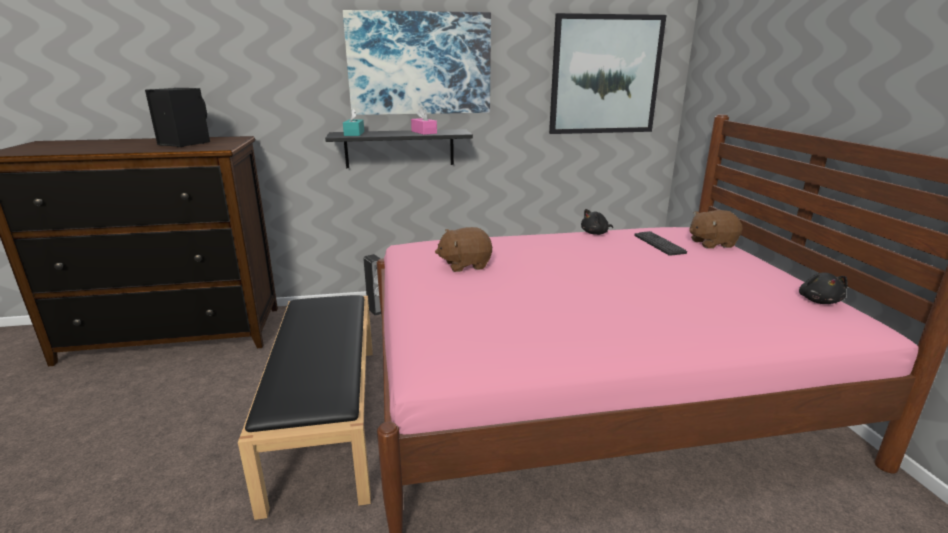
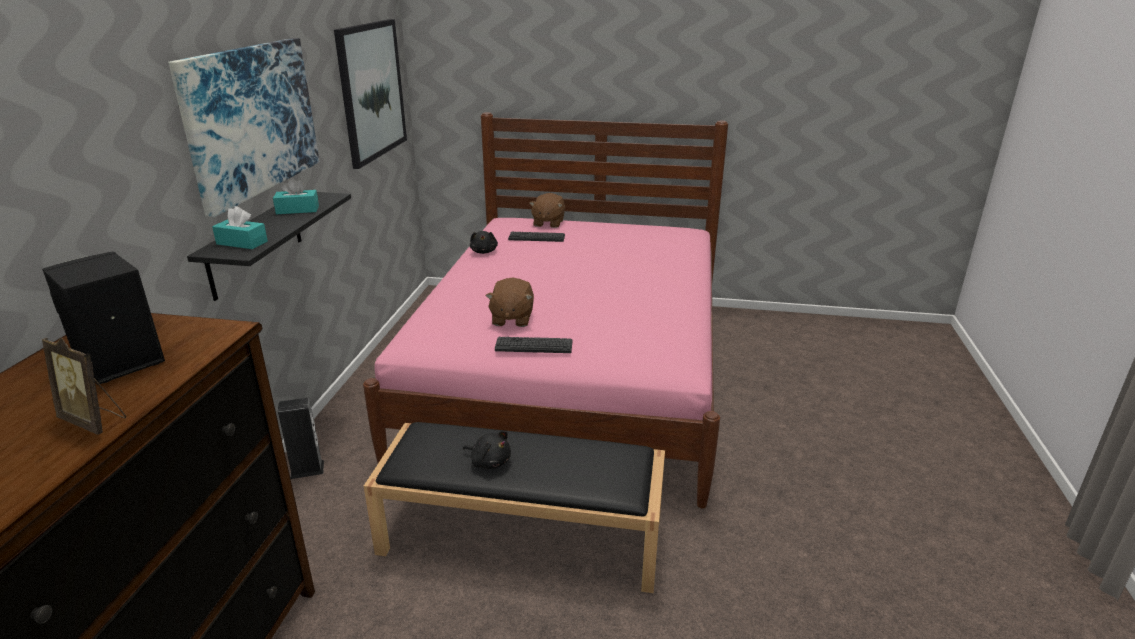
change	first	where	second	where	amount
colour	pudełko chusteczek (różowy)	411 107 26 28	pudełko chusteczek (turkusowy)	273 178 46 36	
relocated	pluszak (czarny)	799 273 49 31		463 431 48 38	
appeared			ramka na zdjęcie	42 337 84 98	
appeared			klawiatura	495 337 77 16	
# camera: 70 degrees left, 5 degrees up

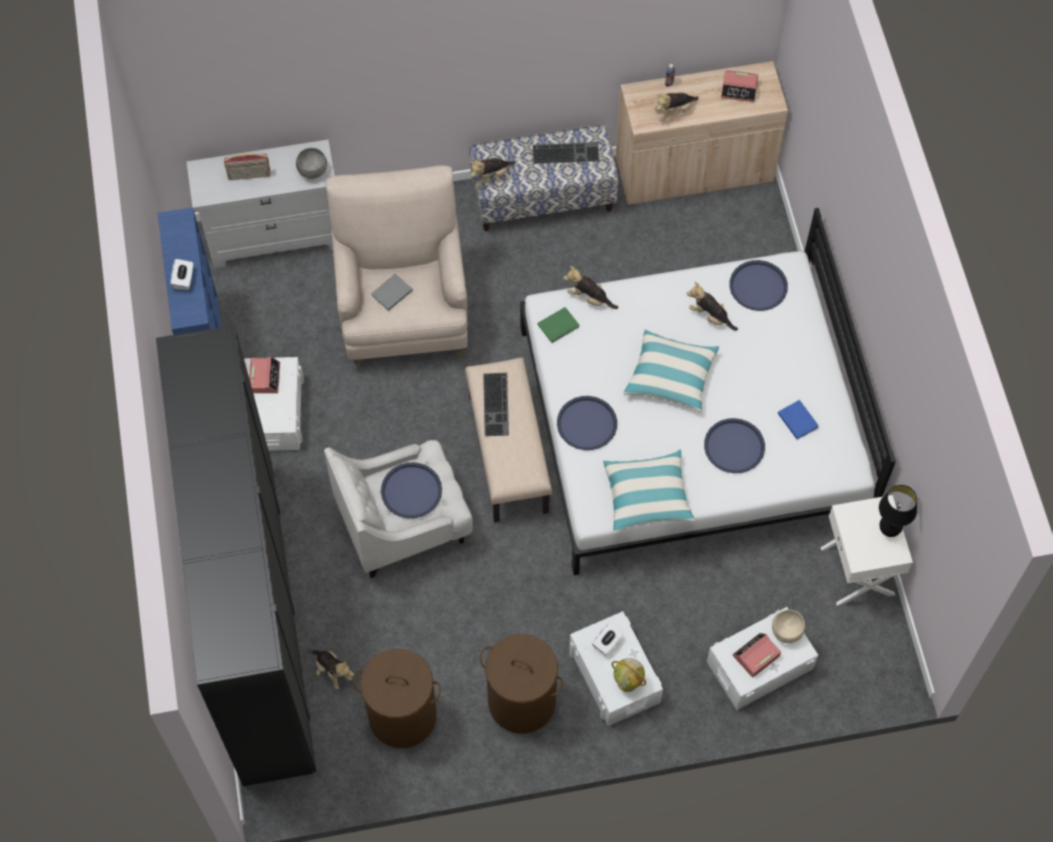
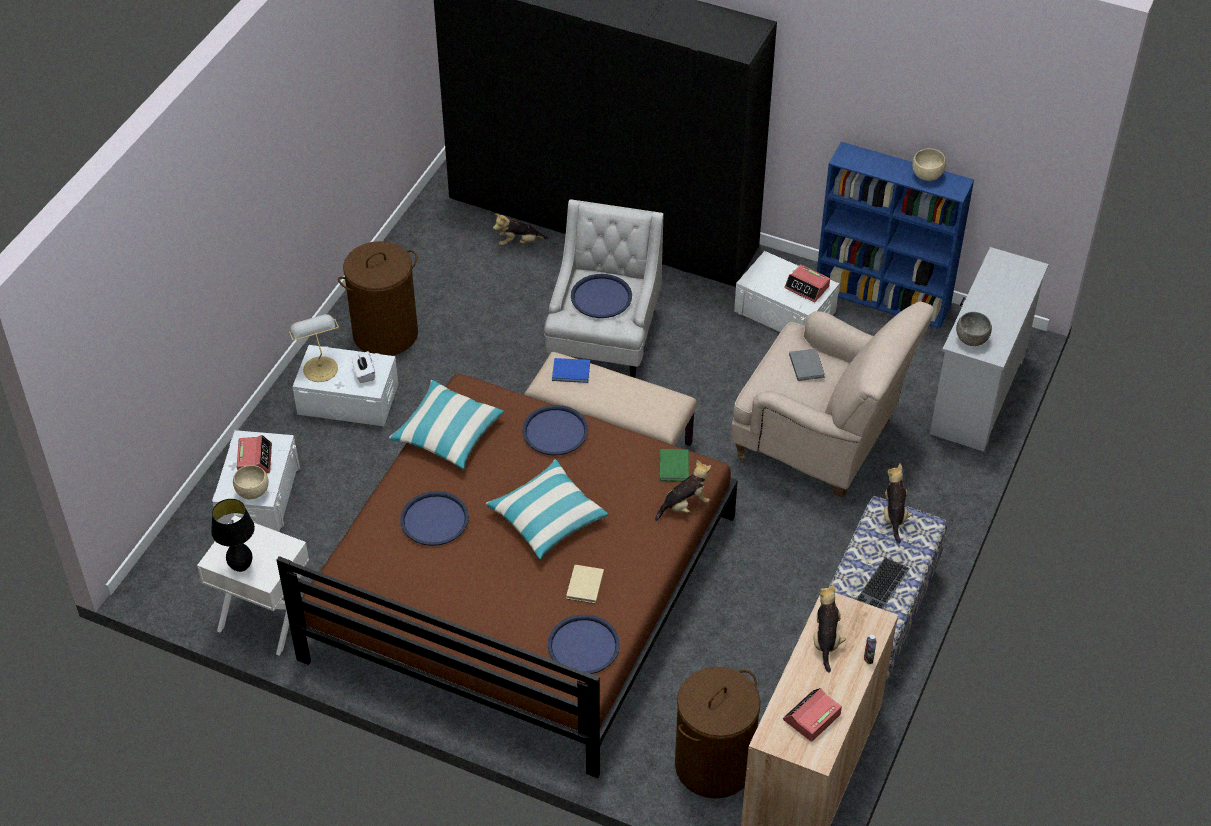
change	first	where	second	where	amount
missing	pudełko chusteczek (biały)	171 259 22 31			
missing	radio	224 153 46 27			
relocated	kosz na pranie (brązowy)	352 649 89 99		675 666 85 133	
missing	klawiatura	483 373 26 63			
colour	łóżko (biały)	520 208 376 367	łóżko (brązowy)	277 374 461 404	
exchanged	globus	611 658 35 34	lampa stołowa	289 314 50 68	
exchanged	pluszak	686 282 52 49	książka (beżowy)	566 565 38 39	
relocated	książka (niebieski)	778 400 41 39		552 358 38 25	
appeared			miska (beżowy)	912 148 34 33	
# camera: 125 degrees right, 15 degrees down

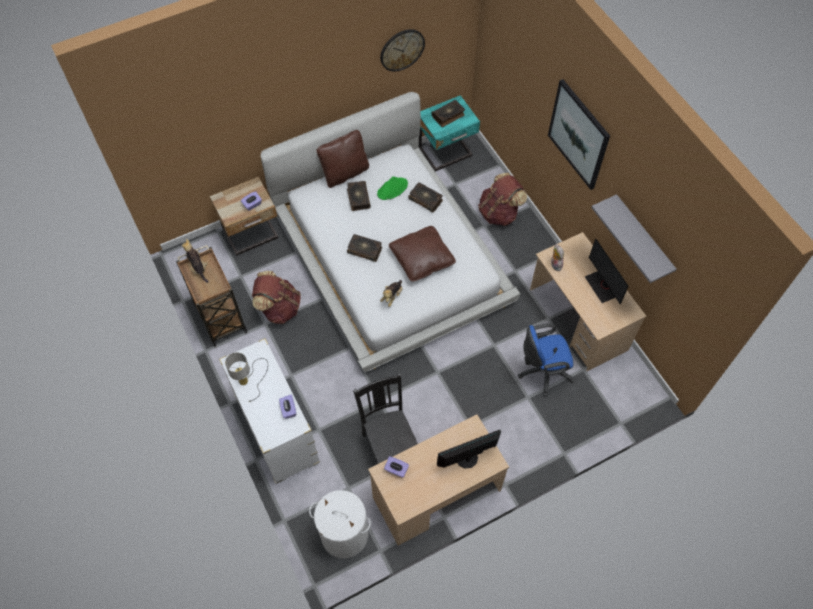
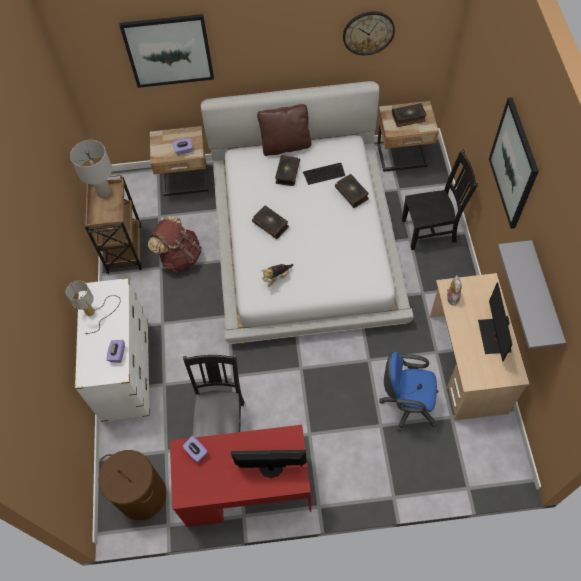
change	first	where	second	where	amount
exchanged	pluszak	182 239 27 44	lampa stołowa (szary)	70 140 42 58	
colour	kosz na pranie (biały)	309 490 62 68	kosz na pranie (brązowy)	98 450 69 70	
colour	biurko (beżowy)	368 414 141 132	biurko (czerwony)	170 425 141 102	
exchanged	kapelusz (zielony)	377 176 31 24	klawiatura	303 163 42 22	
missing	poduszka (brązowy)	389 226 67 56			
colour	szafka nocna (turkusowy)	419 95 61 77	szafka nocna (beżowy)	377 101 62 71	
exchanged	plecak (brązowy)	478 173 49 53	krzesło (czarny)	402 149 76 101	
appeared			obraz	119 14 95 74	
# camera: 25 degrees right, 0 degrees up

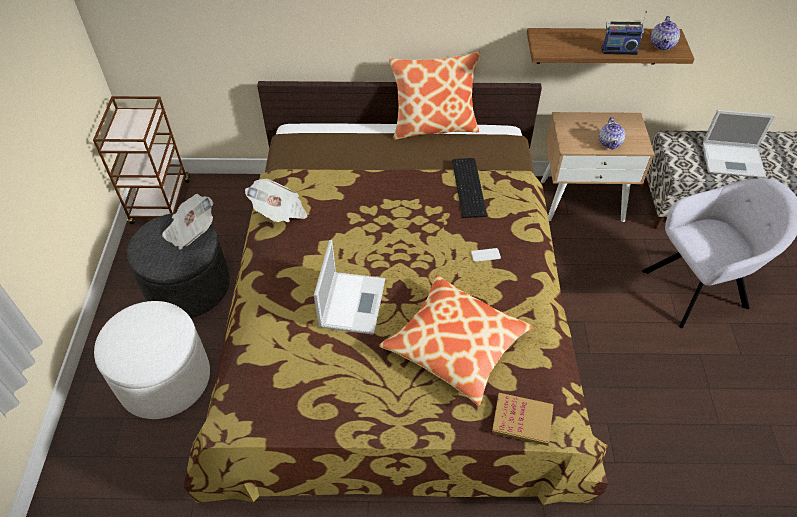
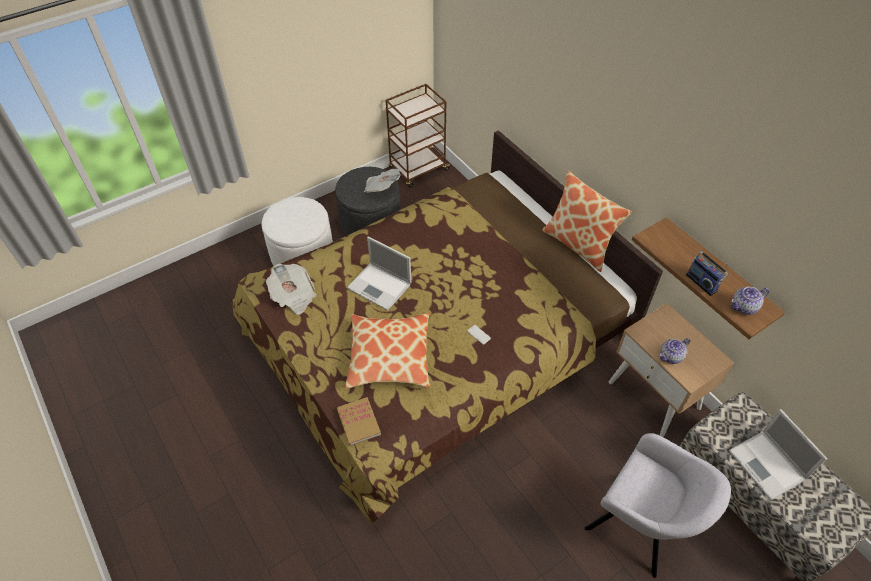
change	first	where	second	where	amount
relocated	gazeta	245 179 63 43		266 263 51 52	
spun	laptop	314 240 71 95		347 236 64 75	60 degrees clockwise
missing	klawiatura	452 158 35 60			
# camera: 55 degrees right, 0 degrees up

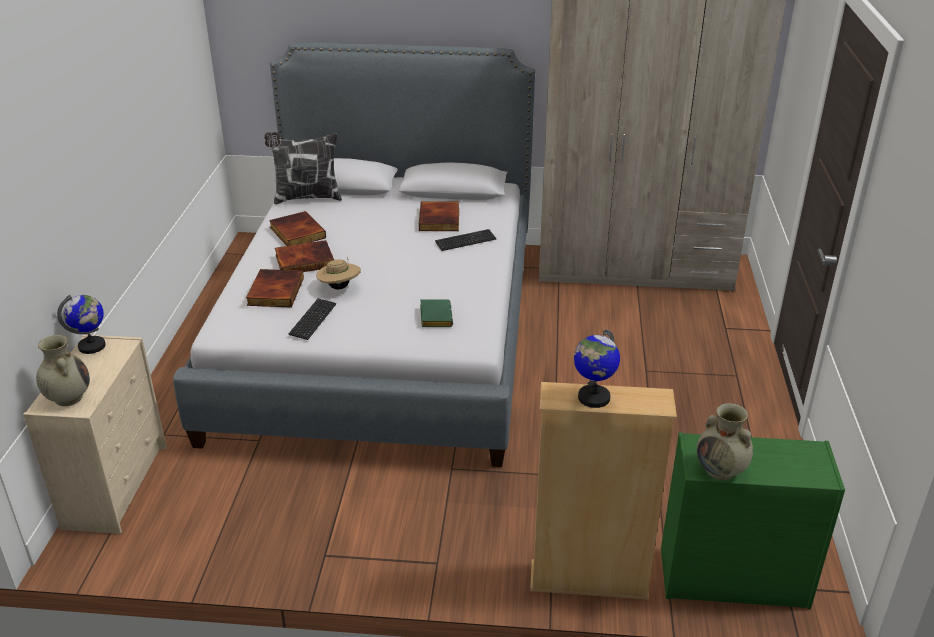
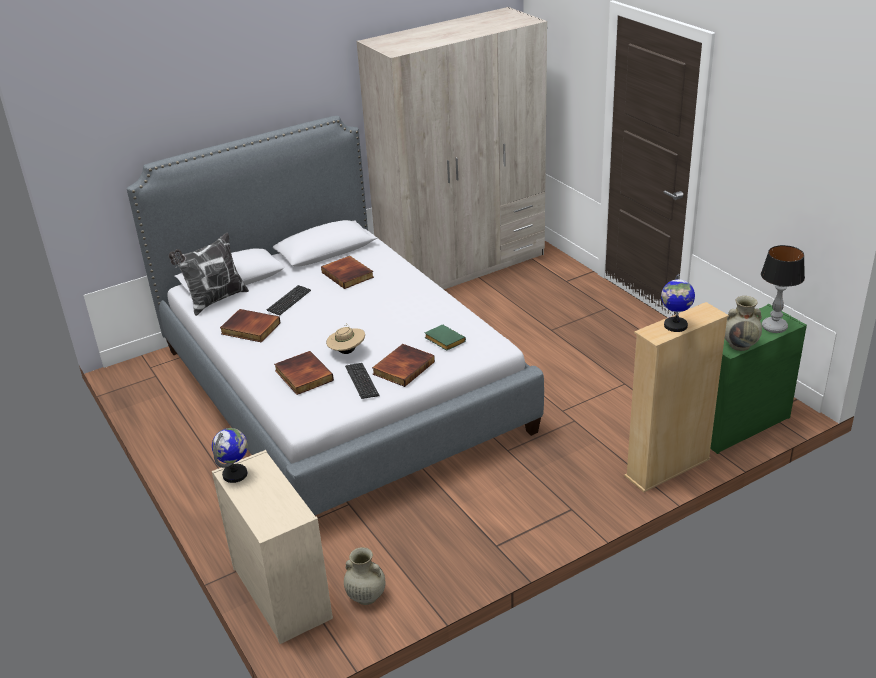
change	first	where	second	where	amount
relocated	wazon (beżowy)	36 335 54 71		344 547 42 58	
relocated	książka	275 240 59 32		372 344 63 43	
relocated	klawiatura	435 229 61 22		267 285 44 31	
appeared			lampa stołowa	761 245 44 88	
# camera: 35 degrees left, 0 degrees up

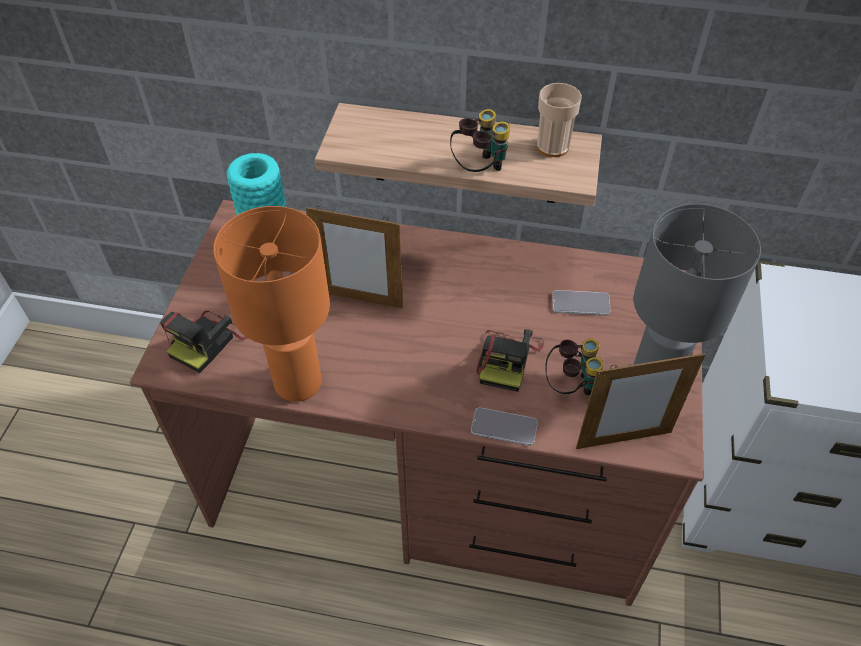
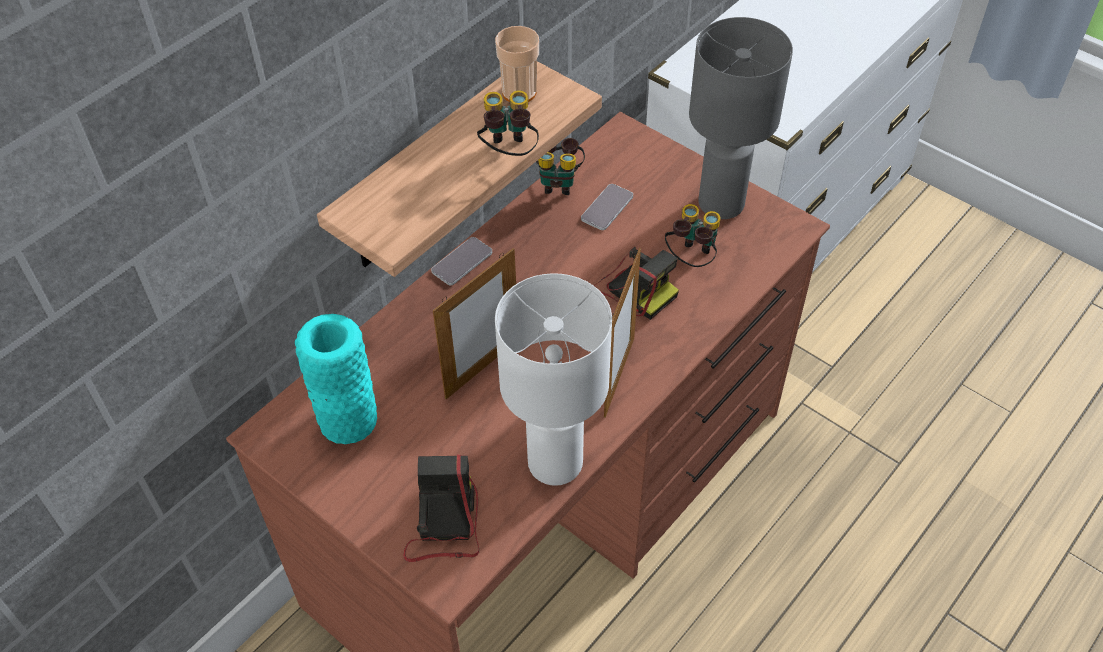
change	first	where	second	where	amount
spun	aparat fotograficzny	160 311 87 62		403 454 76 108	150 degrees counterclockwise
colour	lampa stołowa (pomarańczowy)	213 206 117 196	lampa stołowa (biały)	495 273 117 213	
relocated	telefon	471 408 67 38		431 237 61 48	
relocated	ramka na zdjęcie	576 352 130 97		604 248 37 170	
appeared			lornetka	536 138 49 57	
# camera: 60 degrees left, 0 degrees up

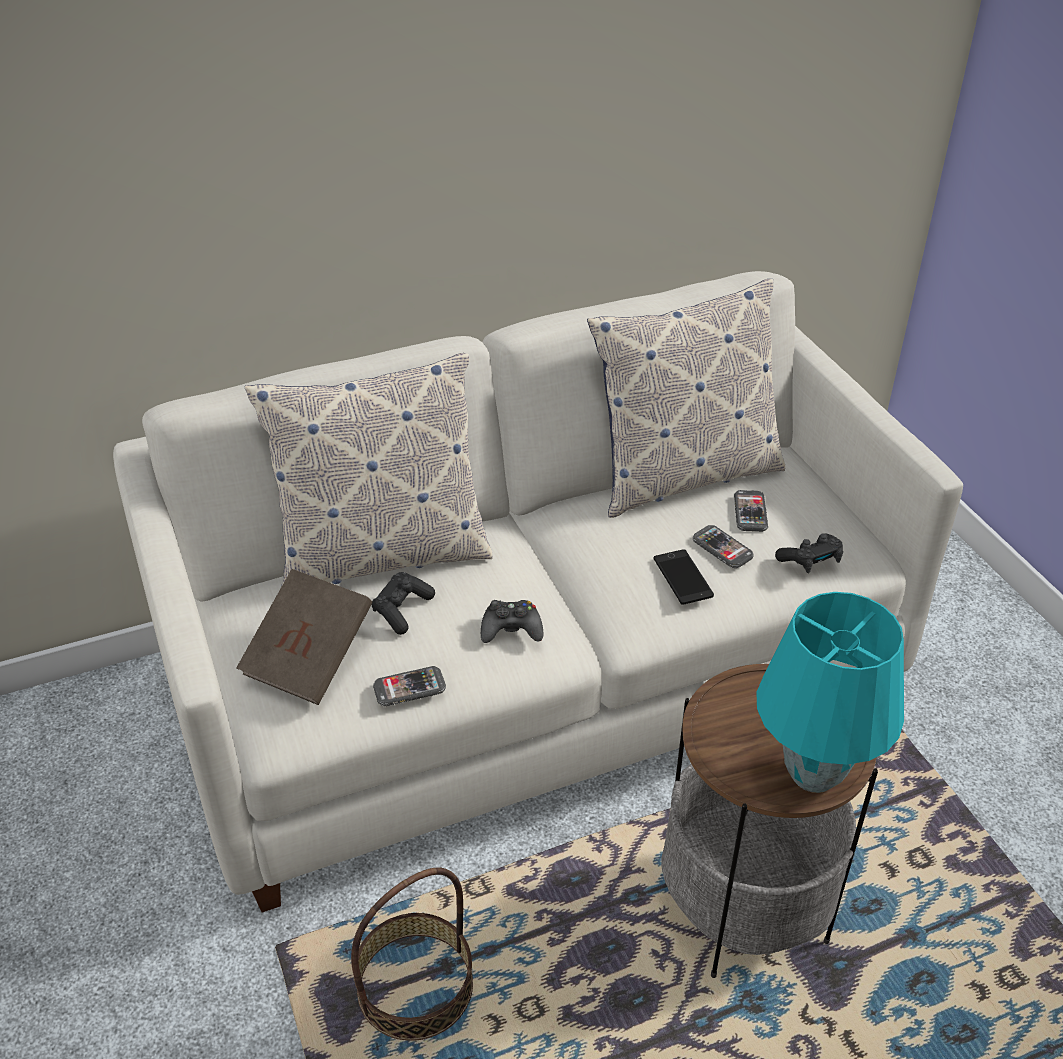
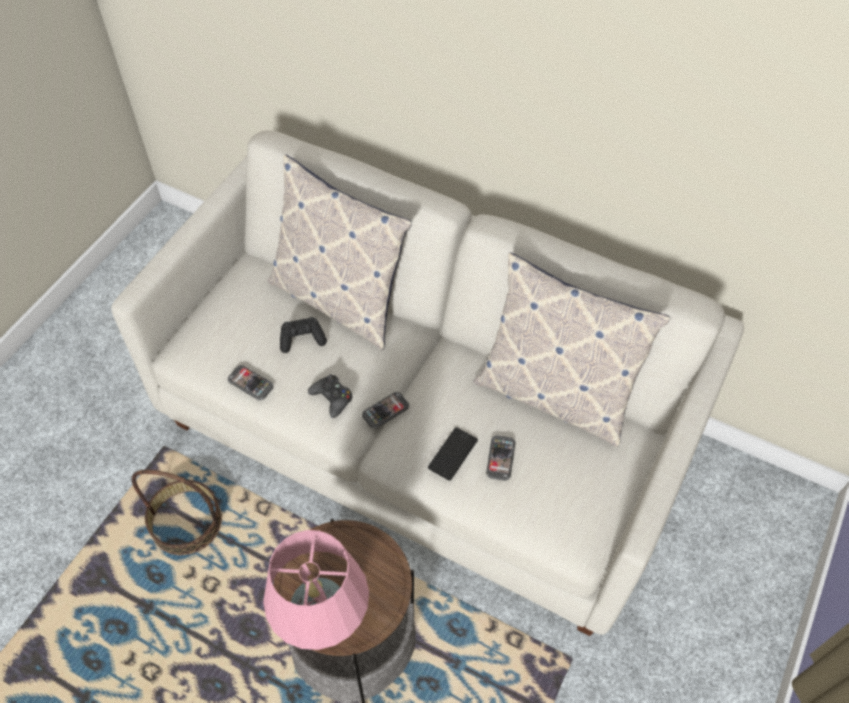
change	first	where	second	where	amount
missing	książka (brązowy)	236 569 136 136			
relocated	telefon	734 490 34 42		362 392 47 37	
colour	lampa stołowa (turkusowy)	756 592 148 201	lampa stołowa (różowy)	263 530 106 120	
missing	pad do gier (czarny)	775 533 68 40			
# camera: 50 degrees right, 15 degrees up

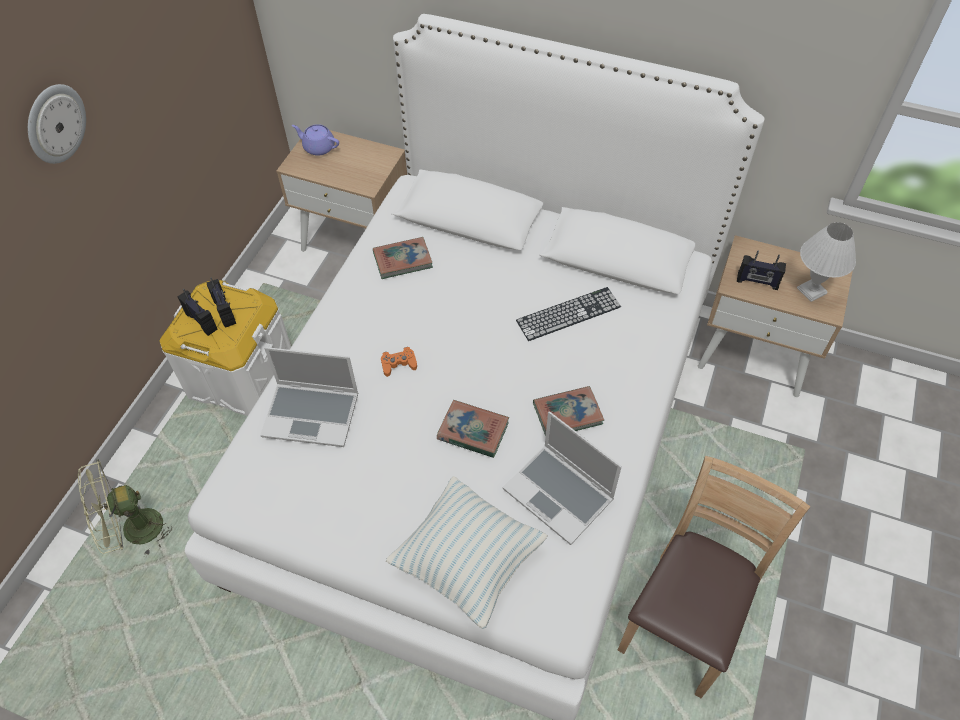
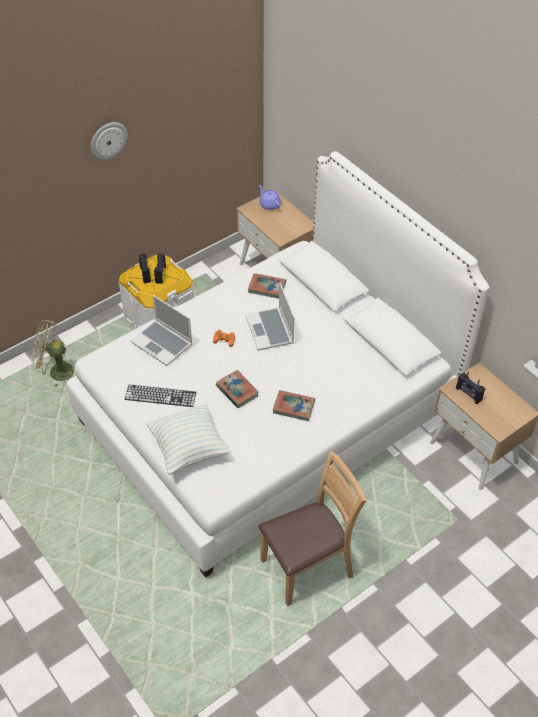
change	first	where	second	where	amount
relocated	laptop	502 411 120 134		245 282 49 69	
relocated	klawiatura	516 287 105 54		124 385 72 22	
missing	lampa stołowa (biały)	797 222 59 80			
# camera: 30 degrees right, 5 degrees down

